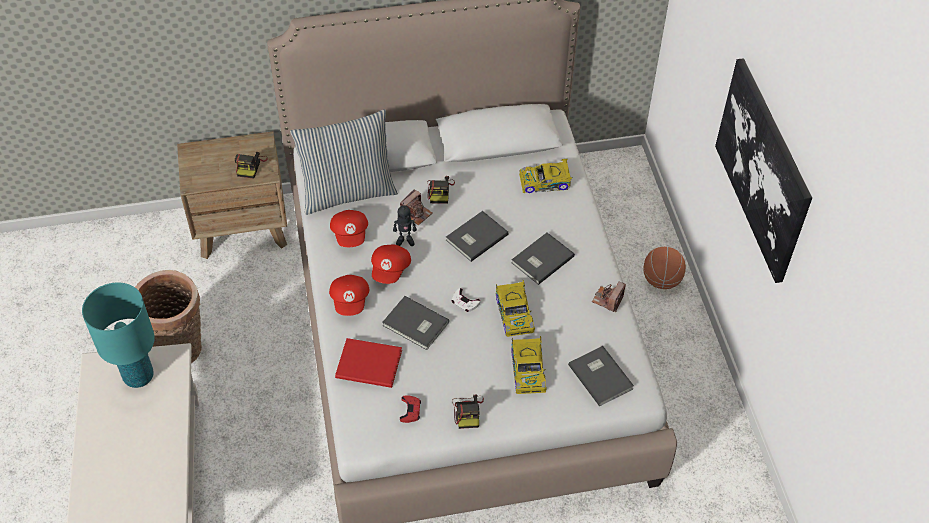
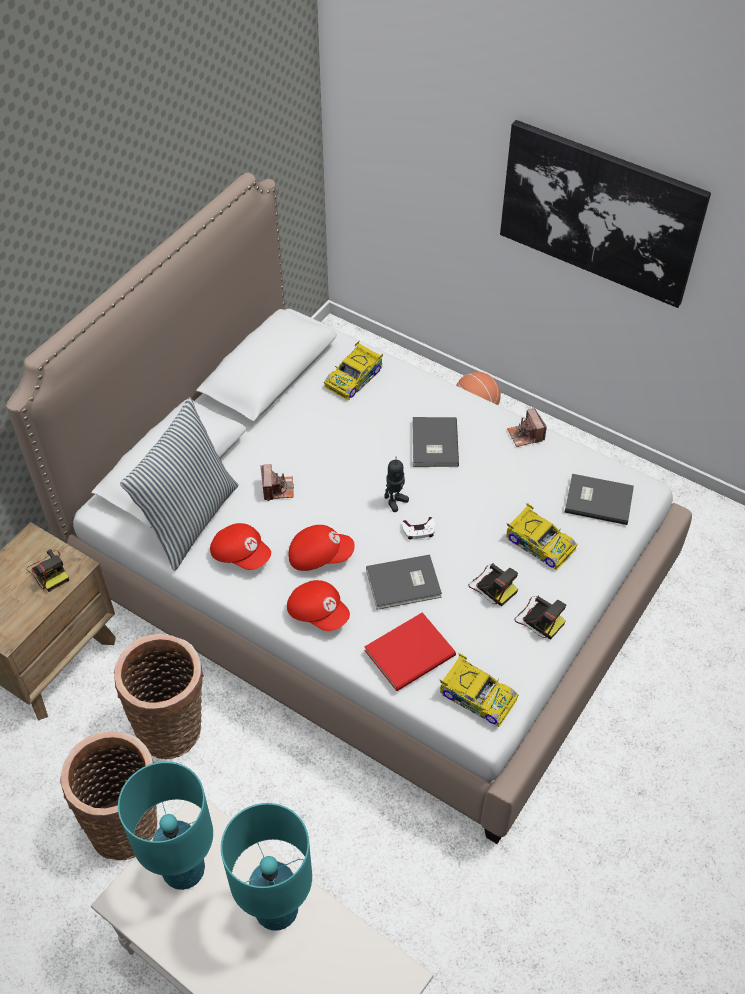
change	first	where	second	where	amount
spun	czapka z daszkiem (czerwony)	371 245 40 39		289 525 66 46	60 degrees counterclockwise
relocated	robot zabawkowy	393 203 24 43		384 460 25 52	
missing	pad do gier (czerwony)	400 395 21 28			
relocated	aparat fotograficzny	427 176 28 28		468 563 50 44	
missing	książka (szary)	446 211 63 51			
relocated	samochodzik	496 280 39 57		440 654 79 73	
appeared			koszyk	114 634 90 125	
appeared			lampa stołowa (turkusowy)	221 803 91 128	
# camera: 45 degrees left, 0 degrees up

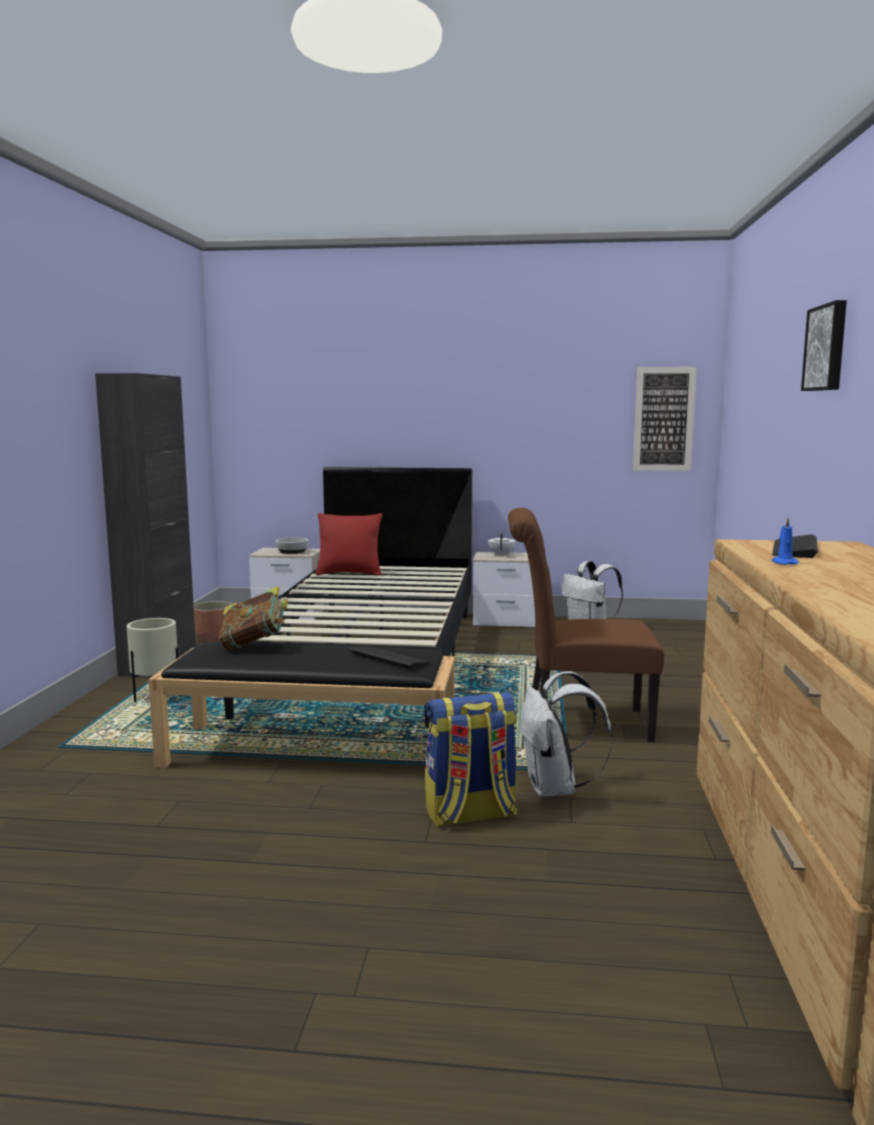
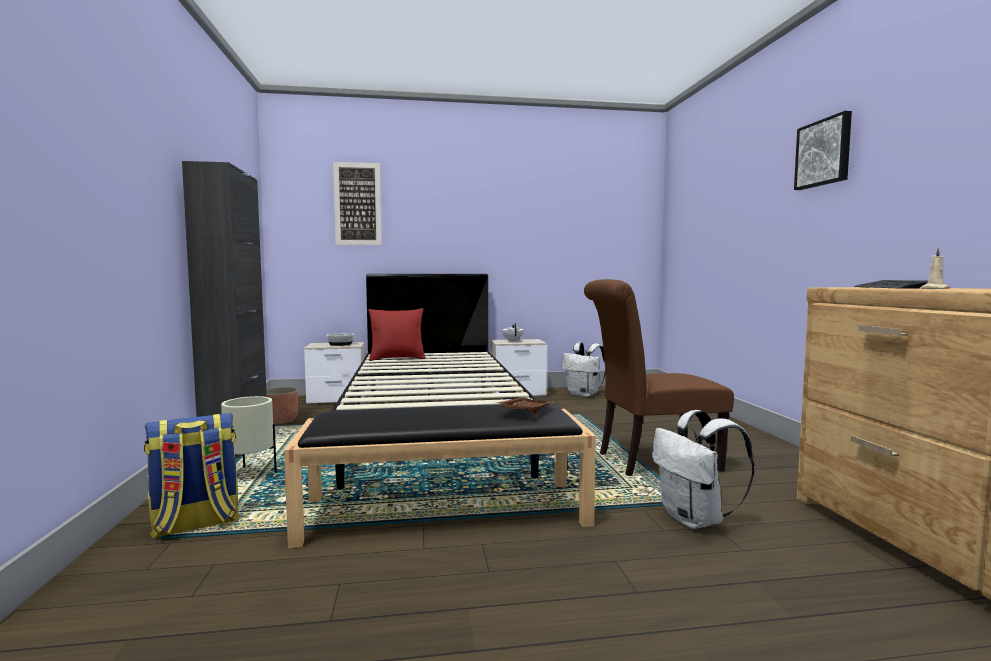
change	first	where	second	where	amount
missing	książka	219 586 69 65			
exchanged	klawiatura	350 646 82 24	taca (brązowy)	496 397 56 17	
relocated	plecak	425 692 92 135		144 413 96 126	
relocated	obraz	633 367 64 104		333 162 49 83	
colour	świeca (niebieski)	771 517 28 48	świeca (beżowy)	919 247 31 42	
# camera: 15 degrees left, 5 degrees down

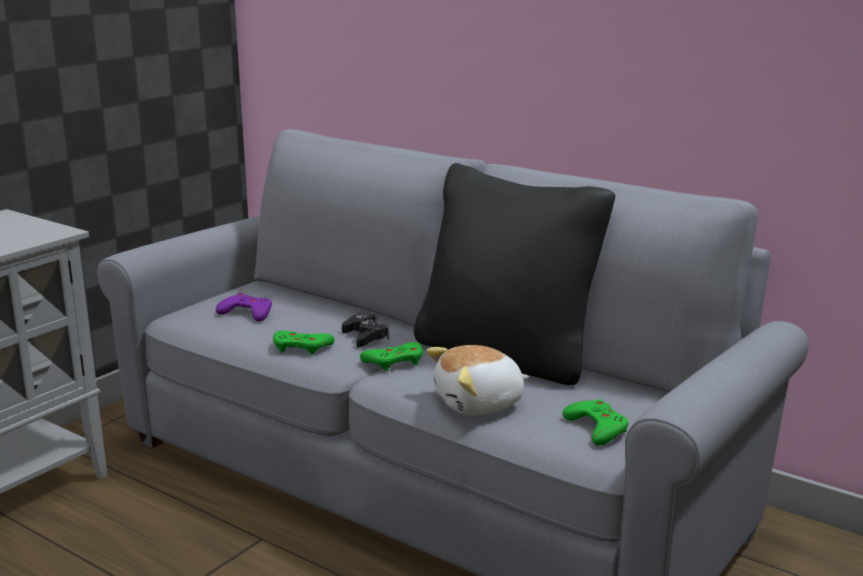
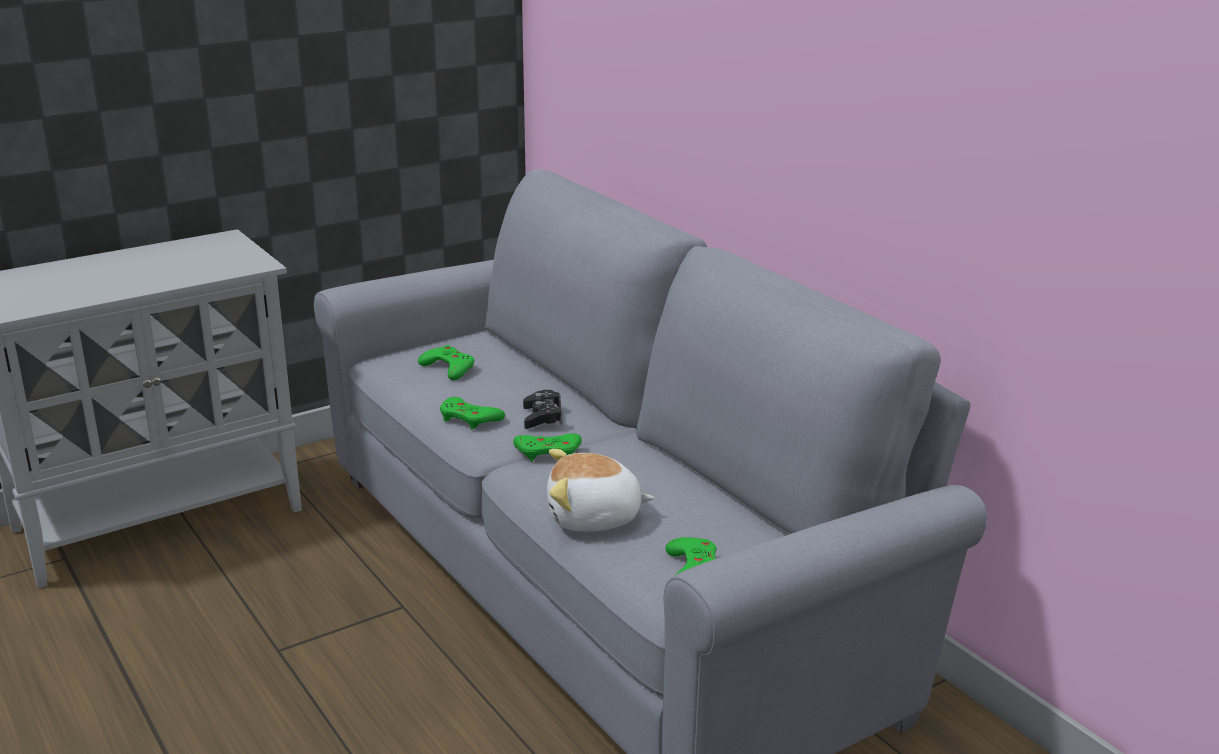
change	first	where	second	where	amount
colour	pad do gier (fioletowy)	216 293 56 28	pad do gier (zielony)	418 345 56 35	
missing	poduszka (czarny)	414 163 201 222			
# camera: 20 degrees right, 5 degrees up

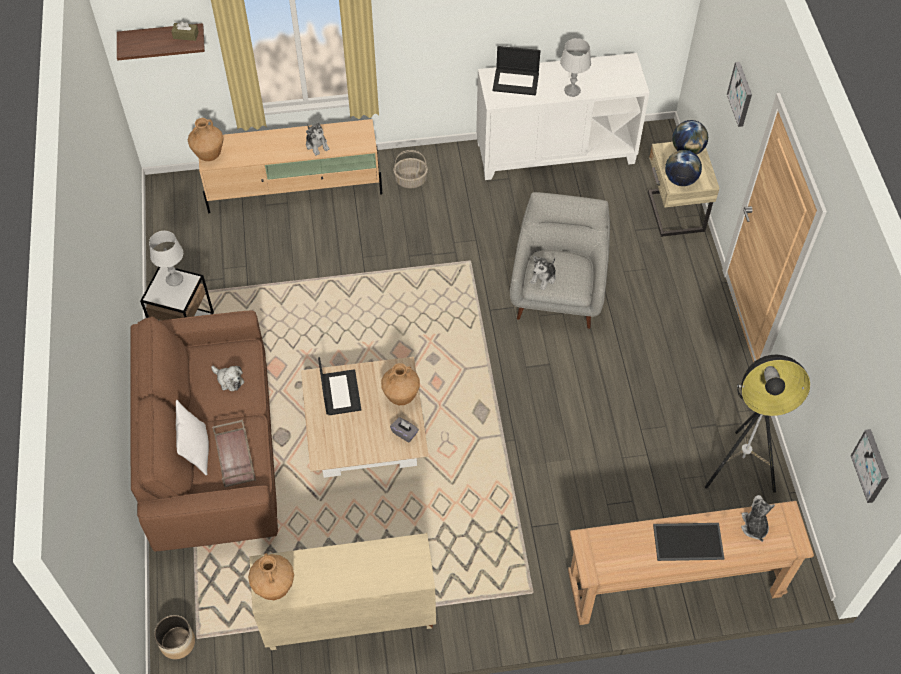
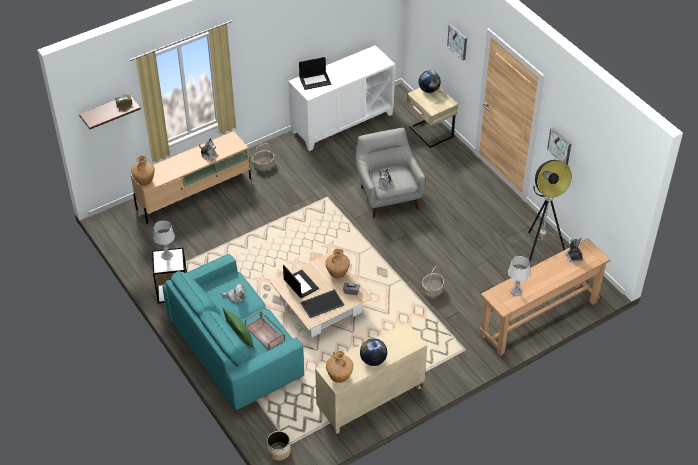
change	first	where	second	where	amount
colour	kanapa (brązowy)	130 311 148 241	kanapa (turkusowy)	162 254 142 156	
colour	poduszka (biały)	176 400 33 75	poduszka (zielony)	223 307 31 42	
relocated	lampa stołowa (szary)	560 38 31 59		508 256 23 40	
relocated	taca	653 523 71 38		301 289 43 29	
relocated	globus	665 150 37 36		360 338 27 28	
relocated	obraz	851 429 38 74		547 127 24 38	
appeared			koszyk	422 266 22 31	
# camera: 25 degrees left, 10 degrees down

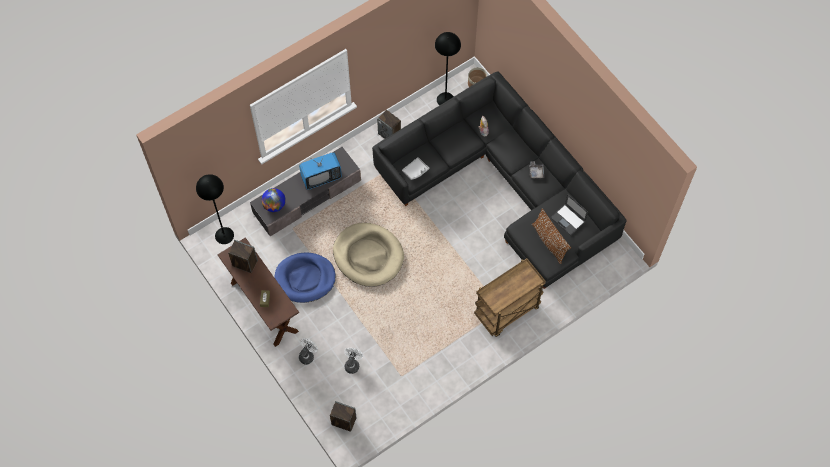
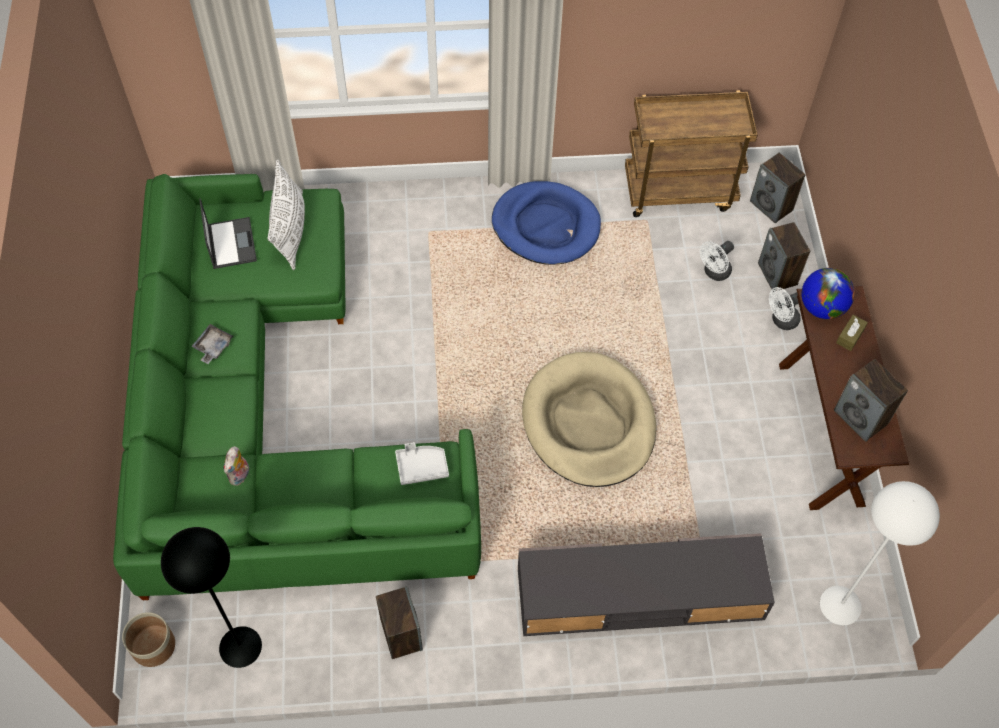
change	first	where	second	where	amount
colour	lampa stojąca (czarny)	196 174 38 70	lampa stojąca (biały)	820 481 120 144	
relocated	globus	261 188 25 24		802 268 53 51	
relocated	legowisko (niebieski)	274 252 62 51		492 181 109 84	
missing	telewizor	299 152 43 38			
colour	kanapa (czarny)	372 71 255 218	kanapa (zielony)	113 174 368 426	
relocated	wózek (brązowy)	474 258 72 79		625 90 133 127	
colour	poduszka (brązowy)	532 209 39 55	poduszka (biały)	268 160 37 110	
appeared			głośnik	758 222 52 69	
# camera: 150 degrees left, 5 degrees down

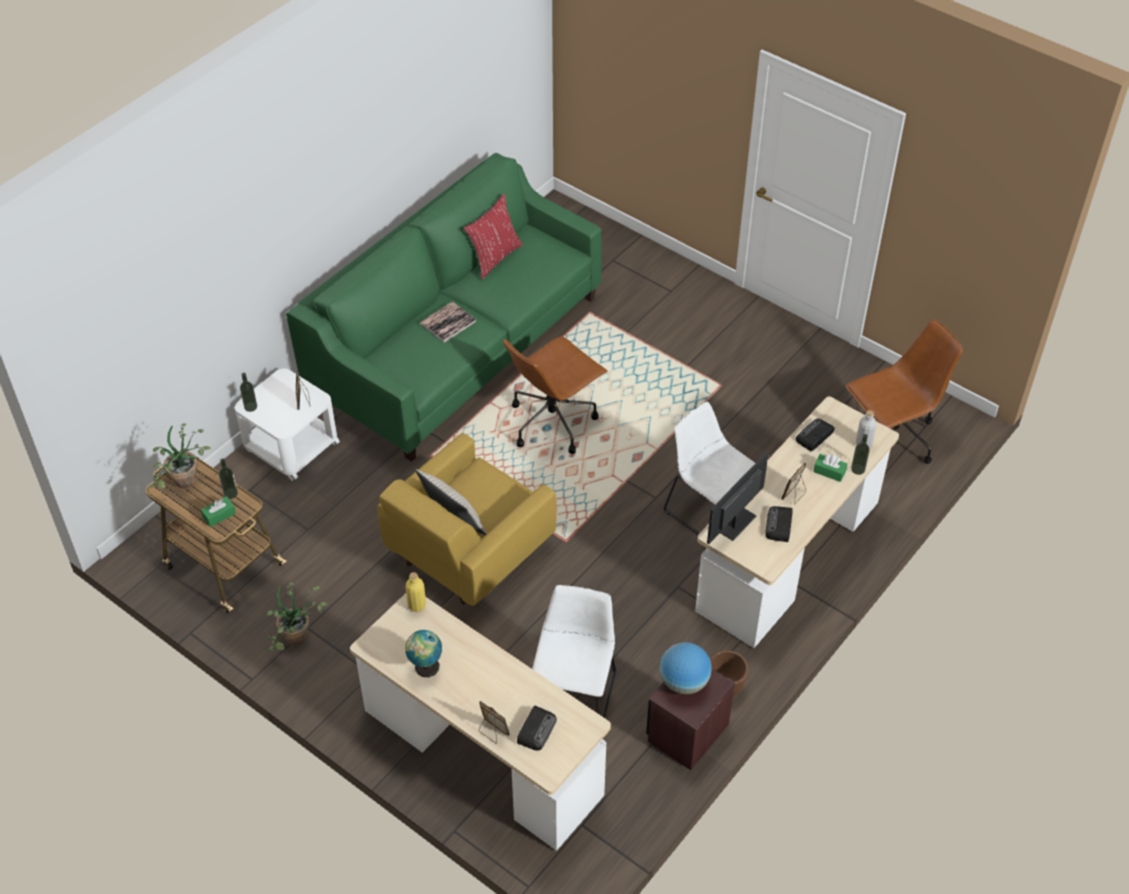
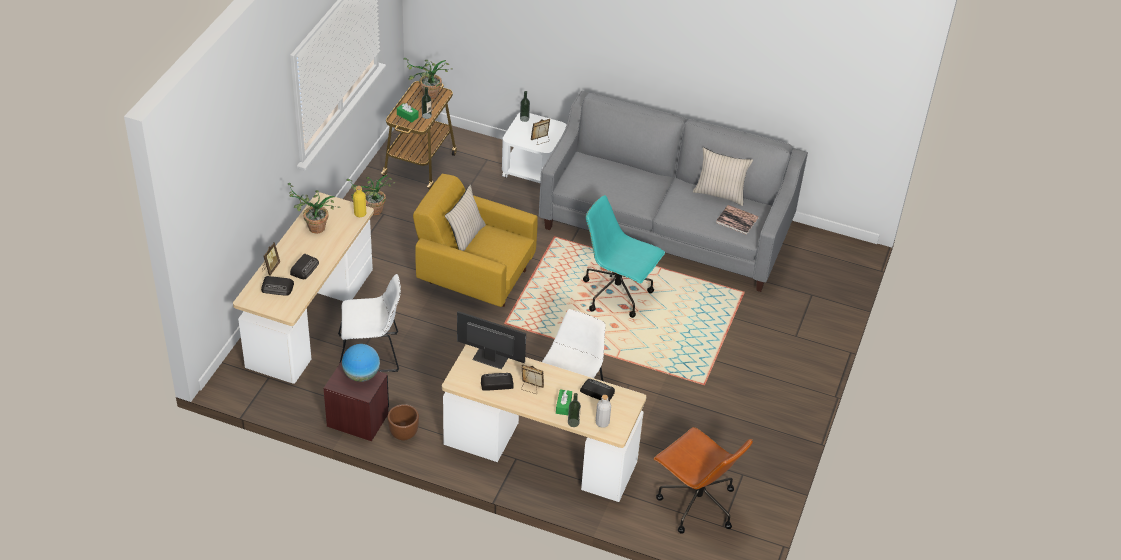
change	first	where	second	where	amount
colour	kanapa (zielony)	286 153 316 309	kanapa (szary)	539 90 269 202	
exchanged	globus	405 630 37 47	roślina doniczkowa	287 183 53 51	
relocated	książka	420 301 56 42		716 205 43 30	
colour	poduszka (czerwony)	463 194 60 85	poduszka (beżowy)	693 147 60 59	
colour	krzesło biurowe (brązowy)	503 336 105 118	krzesło biurowe (turkusowy)	583 195 82 123	
appeared			radio	290 254 29 25	
# camera: 70 degrees right, 5 degrees down

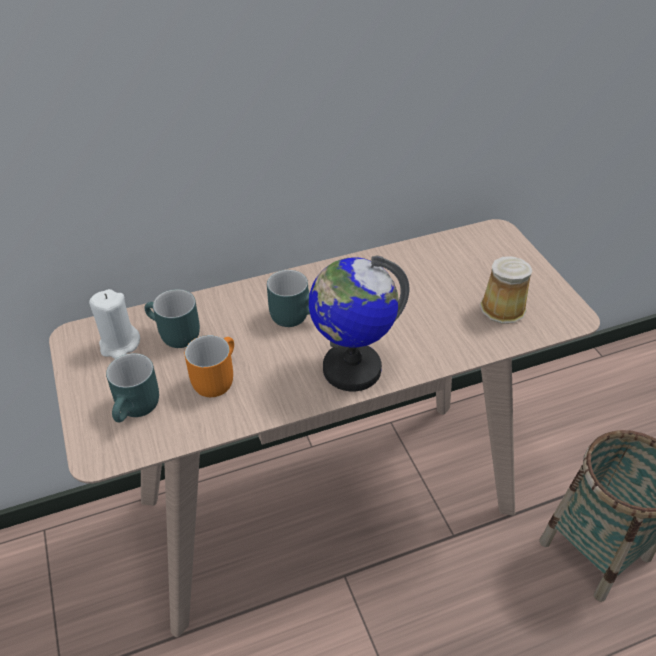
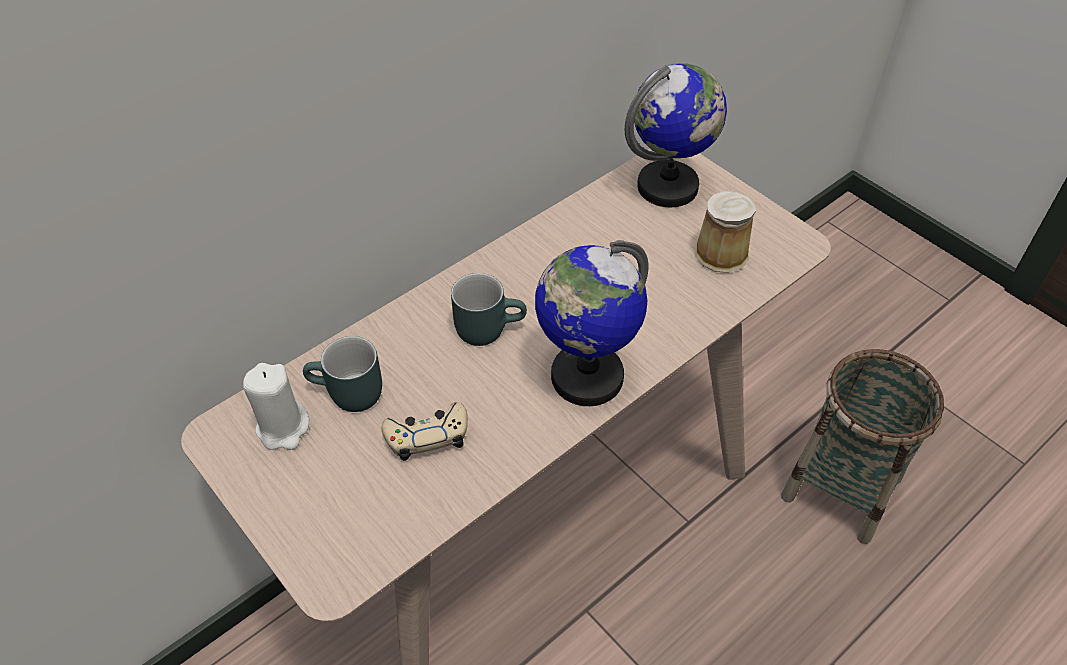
change	first	where	second	where	amount
missing	kubek (turkusowy)	106 353 53 70			
exchanged	kubek (pomarańczowy)	184 335 50 62	pad do gier (beżowy)	381 402 87 59	
appeared			globus	625 63 102 144	
# camera: 20 degrees left, 5 degrees up

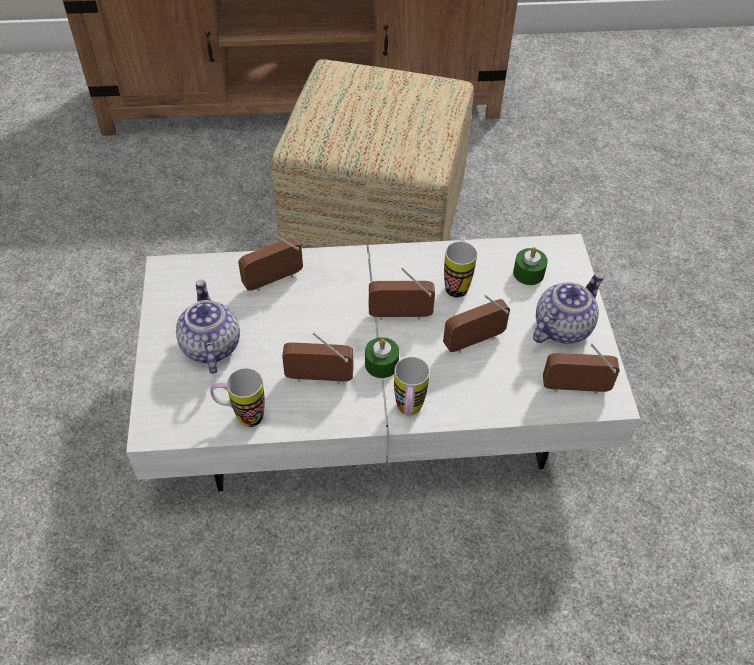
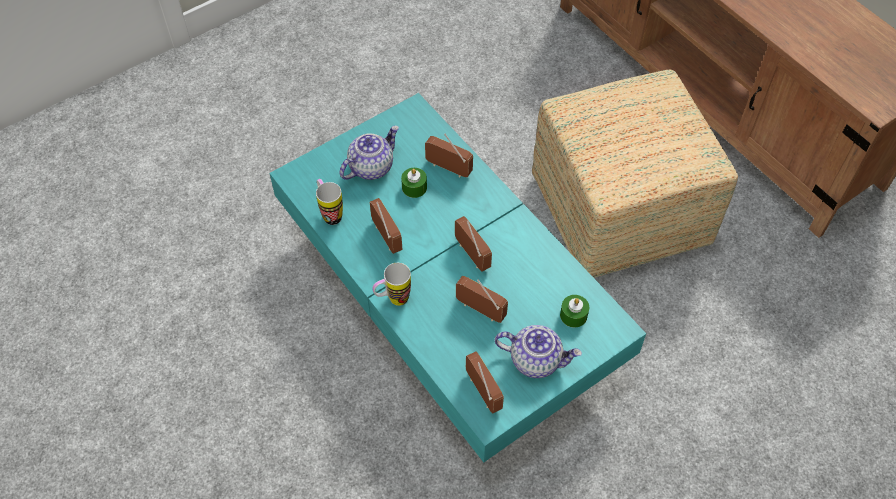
change	first	where	second	where	amount
colour	ława (biały)	126 234 514 257	ława (turkusowy)	269 93 377 369	
relocated	świeca (zielony)	365 337 34 41		401 168 26 30	
missing	kubek	444 236 33 62			
# camera: 60 degrees right, 5 degrees up

